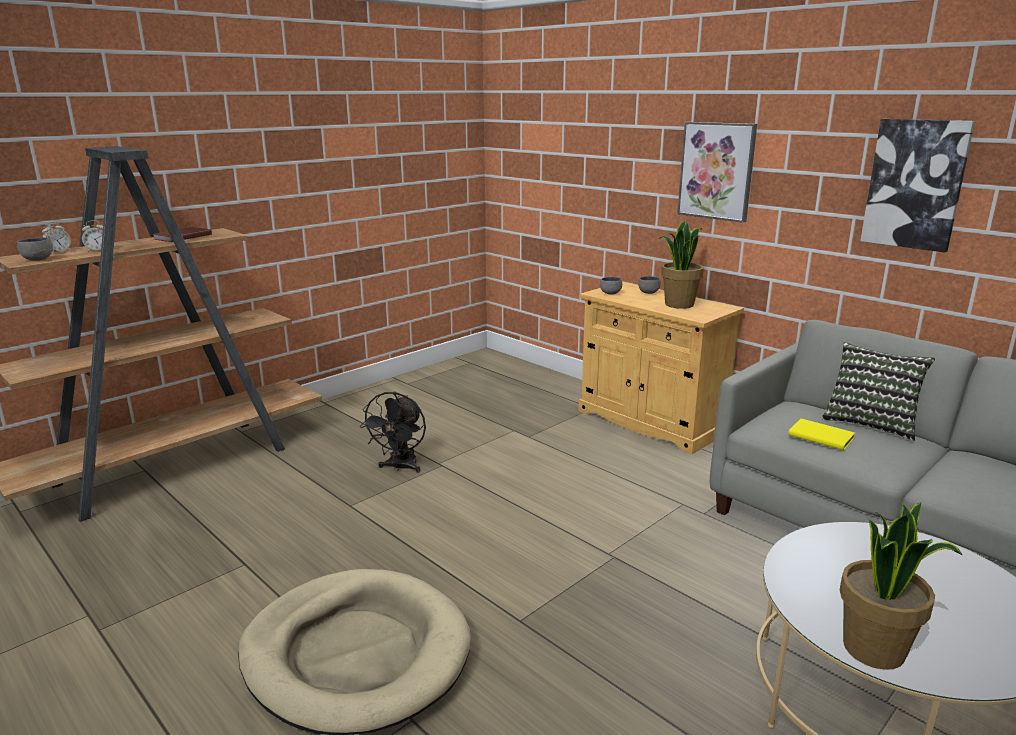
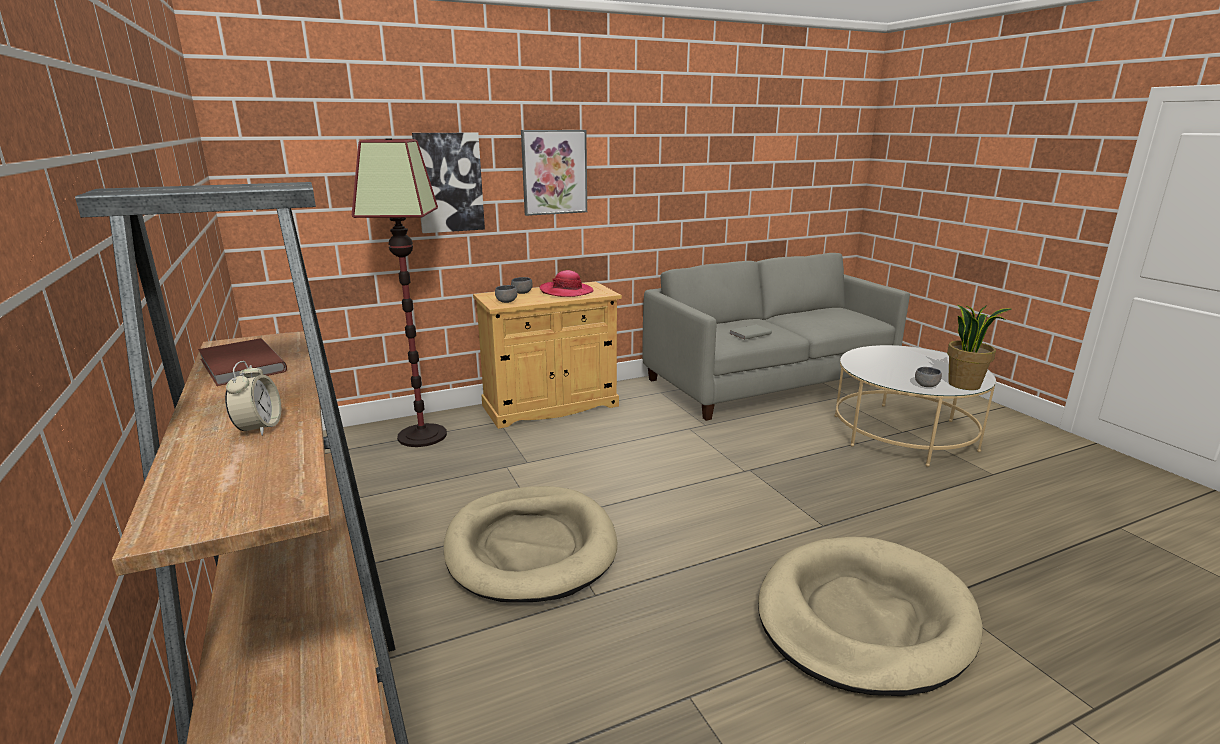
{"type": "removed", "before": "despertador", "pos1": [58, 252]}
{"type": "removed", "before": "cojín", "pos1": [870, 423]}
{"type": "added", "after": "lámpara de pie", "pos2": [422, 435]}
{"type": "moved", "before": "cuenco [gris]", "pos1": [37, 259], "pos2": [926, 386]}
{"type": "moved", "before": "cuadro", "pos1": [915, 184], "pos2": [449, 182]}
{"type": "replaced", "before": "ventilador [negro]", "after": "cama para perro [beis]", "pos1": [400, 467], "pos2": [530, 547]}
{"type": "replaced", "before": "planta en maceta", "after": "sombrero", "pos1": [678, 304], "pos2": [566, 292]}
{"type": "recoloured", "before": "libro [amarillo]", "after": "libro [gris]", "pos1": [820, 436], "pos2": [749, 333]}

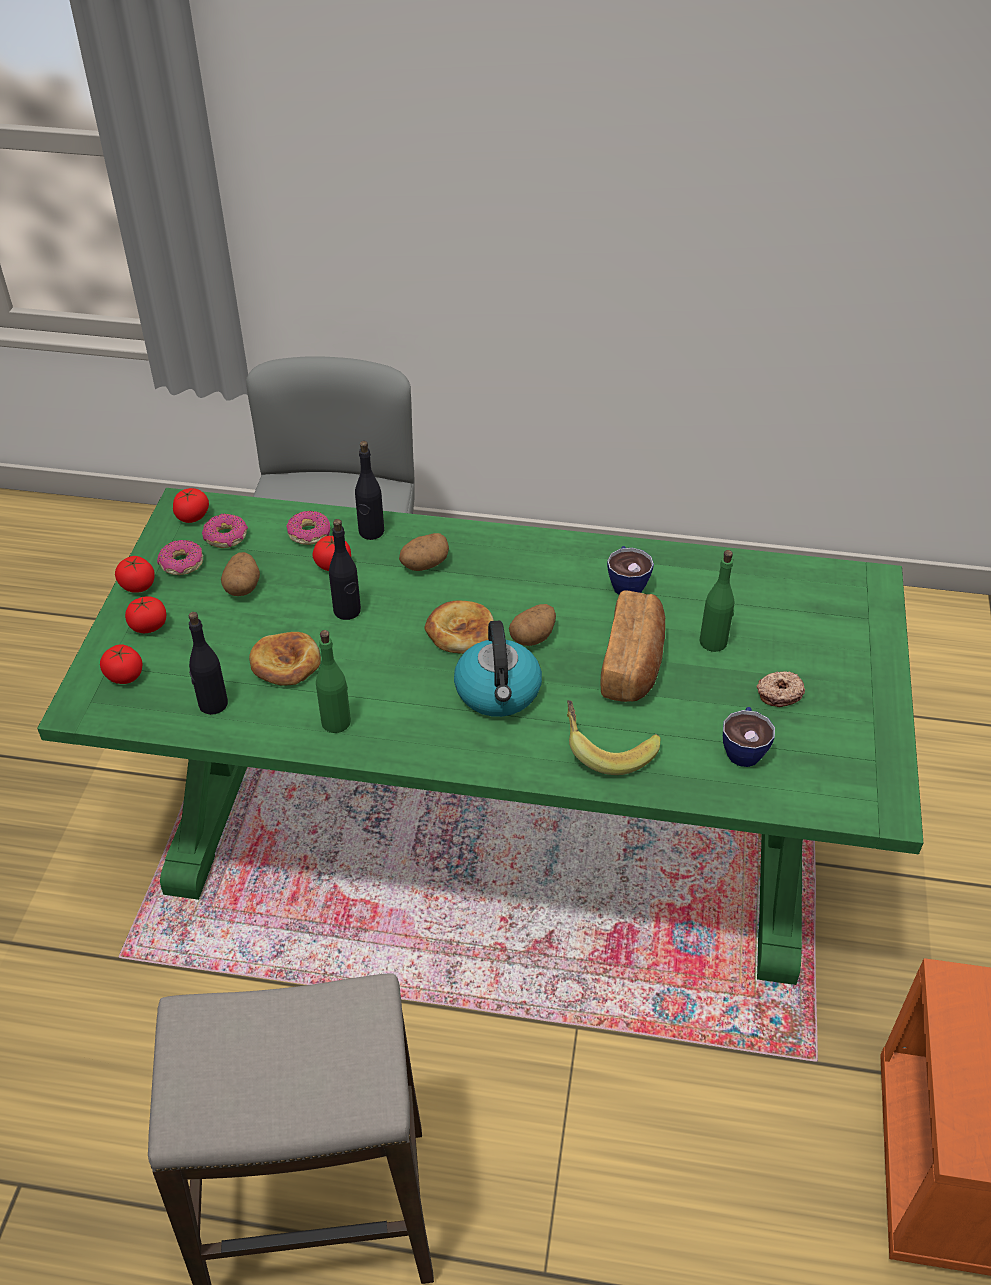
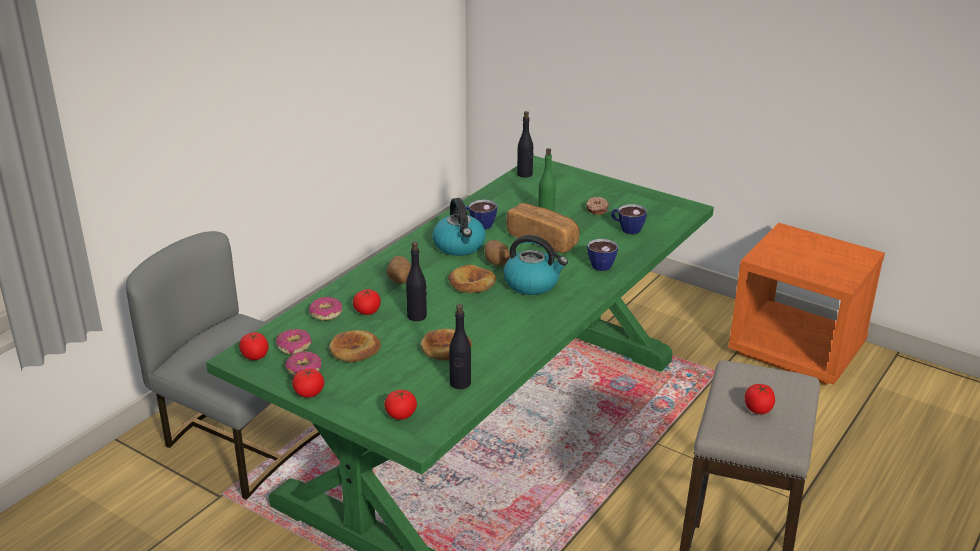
{"type": "removed", "before": "botella [verde]", "pos1": [336, 722]}
{"type": "added", "after": "hervidor", "pos2": [459, 246]}
{"type": "moved", "before": "tomate", "pos1": [149, 626], "pos2": [758, 409]}
{"type": "moved", "before": "botella [negro]", "pos1": [371, 532], "pos2": [525, 174]}
{"type": "replaced", "before": "patata", "after": "pan", "pos1": [242, 586], "pos2": [354, 350]}
{"type": "replaced", "before": "plátano", "after": "taza", "pos1": [607, 748], "pos2": [600, 263]}

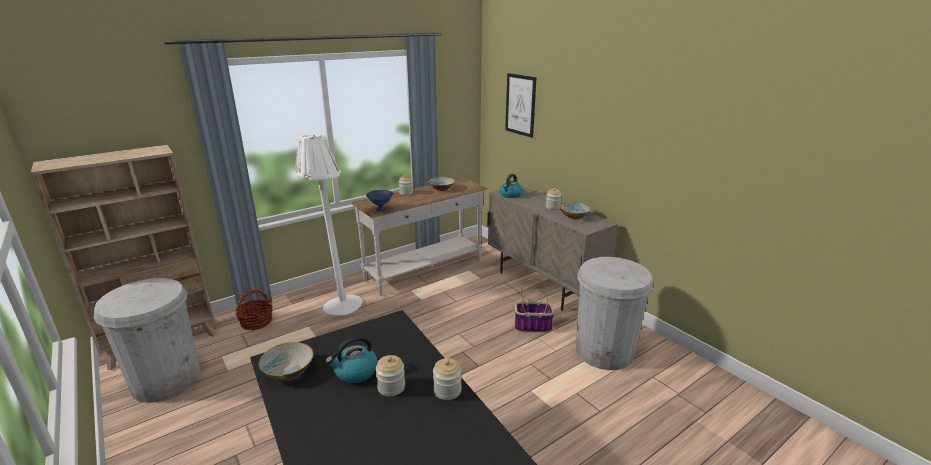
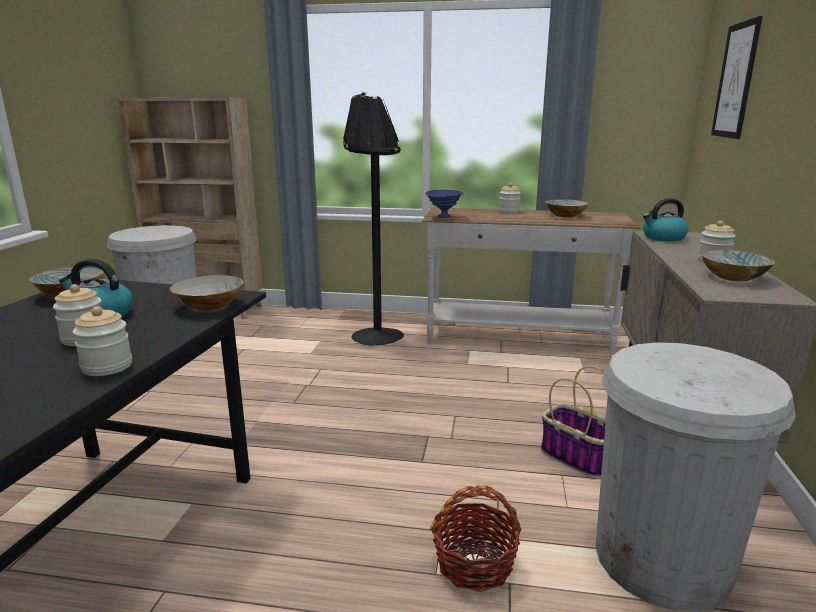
{"type": "added", "after": "cuenco", "pos2": [209, 306]}
{"type": "moved", "before": "cesta", "pos1": [256, 322], "pos2": [475, 563]}
{"type": "recoloured", "before": "lámpara de pie [blanco]", "after": "lámpara de pie [negro]", "pos1": [337, 302], "pos2": [376, 332]}

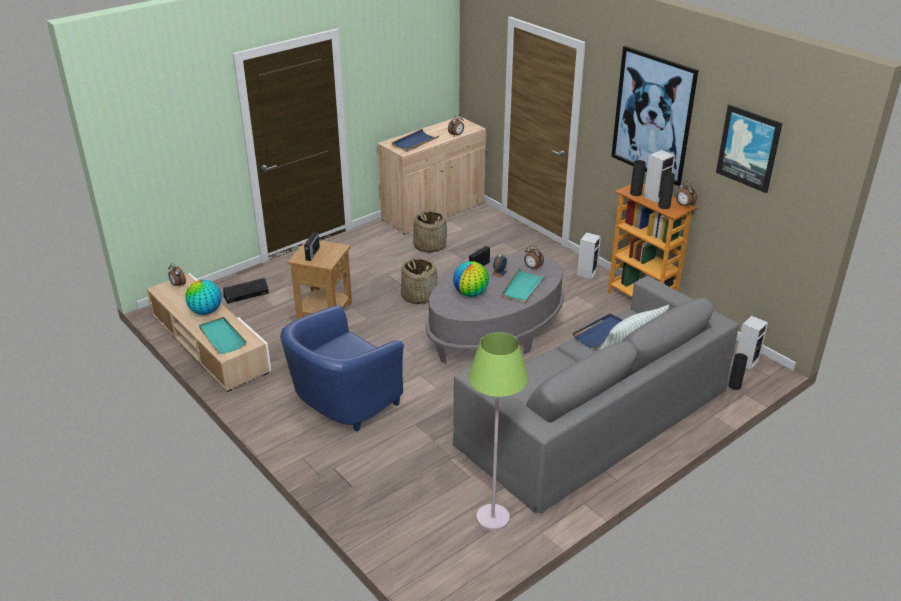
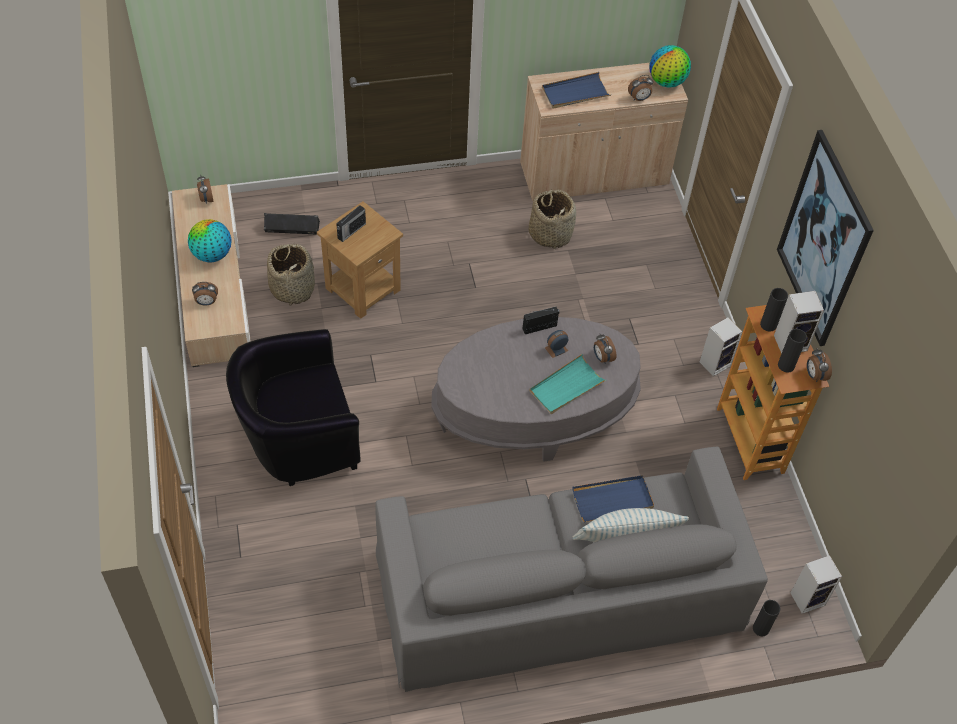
{"type": "removed", "before": "lámpara de pie [verde]", "pos1": [492, 518]}
{"type": "removed", "before": "cuadro", "pos1": [749, 148]}
{"type": "moved", "before": "cesta", "pos1": [419, 296], "pos2": [292, 288]}
{"type": "moved", "before": "globo terráqueo", "pos1": [471, 293], "pos2": [667, 82]}
{"type": "replaced", "before": "bandeja [turquesa]", "after": "despertador", "pos1": [222, 337], "pos2": [206, 302]}
{"type": "recoloured", "before": "sillón [azul]", "after": "sillón [negro]", "pos1": [342, 404], "pos2": [298, 440]}

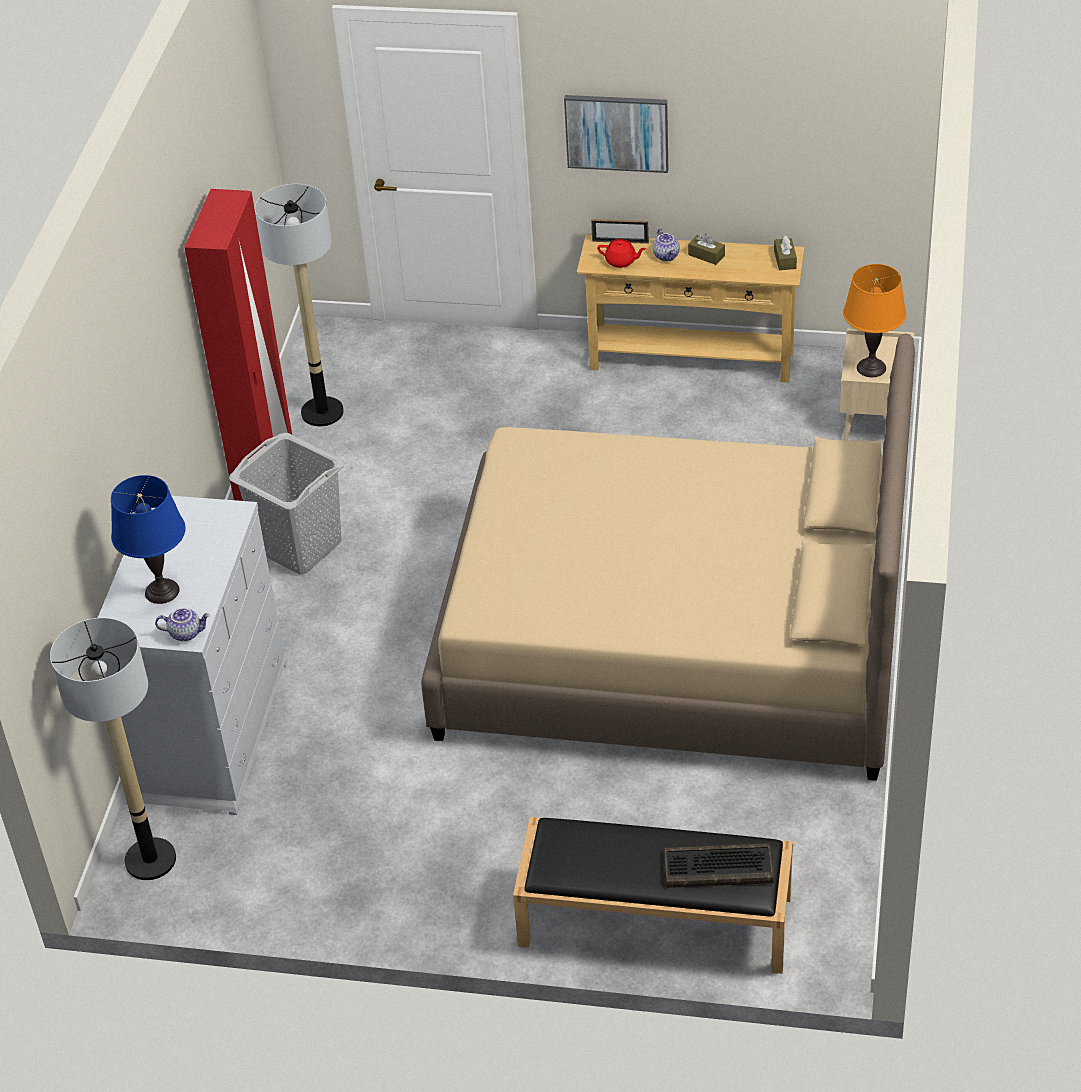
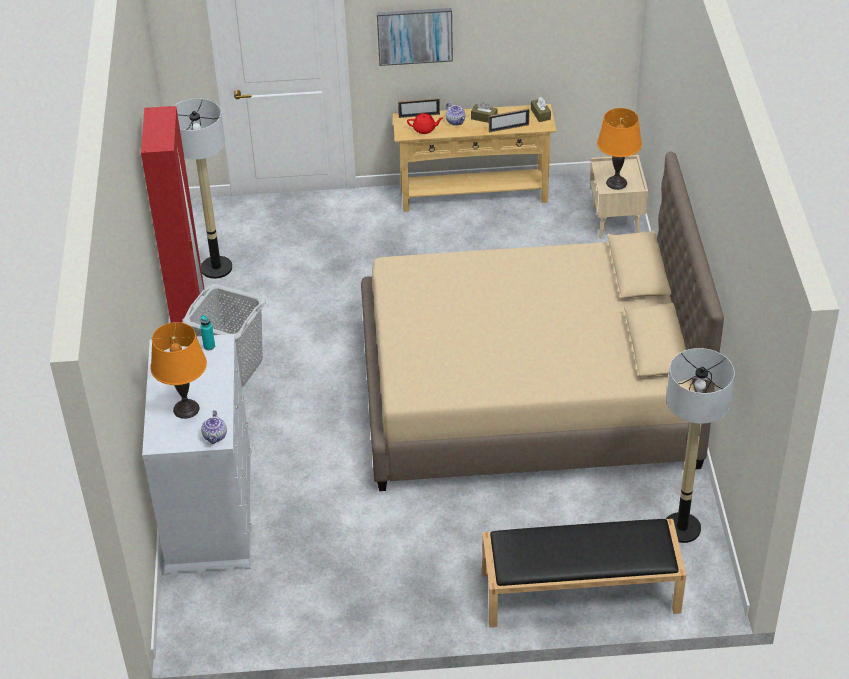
{"type": "removed", "before": "teclado", "pos1": [717, 868]}
{"type": "added", "after": "botella [turquesa]", "pos2": [209, 346]}
{"type": "added", "after": "portarretratos", "pos2": [508, 128]}
{"type": "moved", "before": "lámpara de pie", "pos1": [150, 859], "pos2": [682, 528]}
{"type": "recoloured", "before": "lámpara de mesa [azul]", "after": "lámpara de mesa [naranja]", "pos1": [162, 591], "pos2": [186, 409]}
{"type": "turned", "before": "tetera", "pos1": [186, 633], "pos2": [215, 436], "turn": 105}

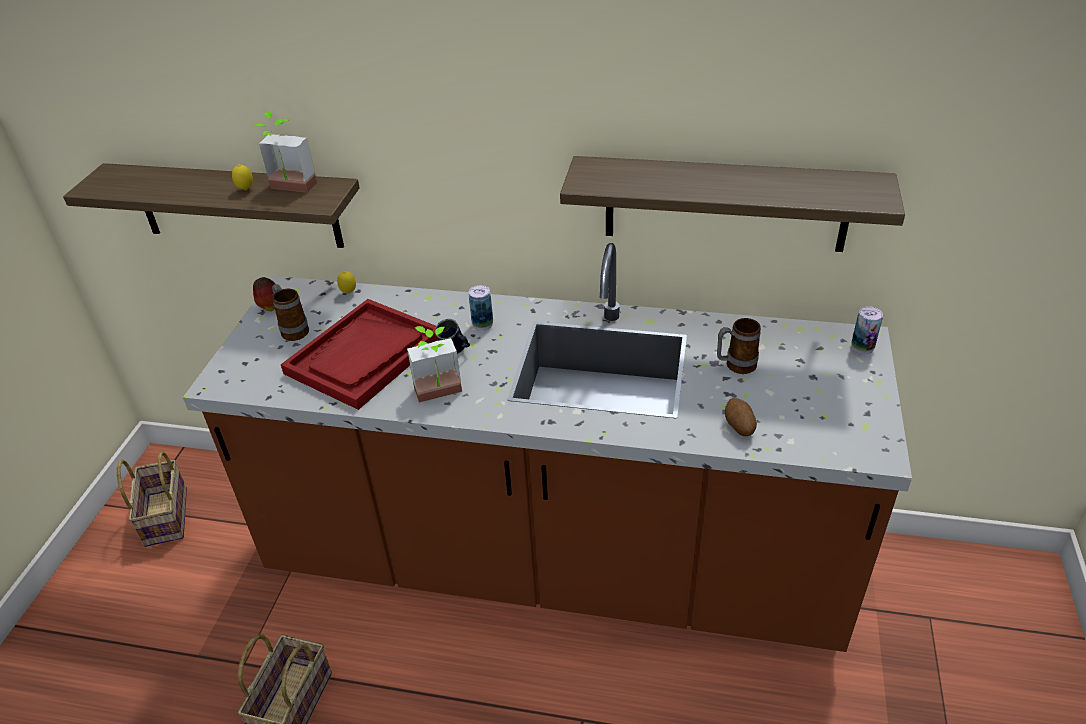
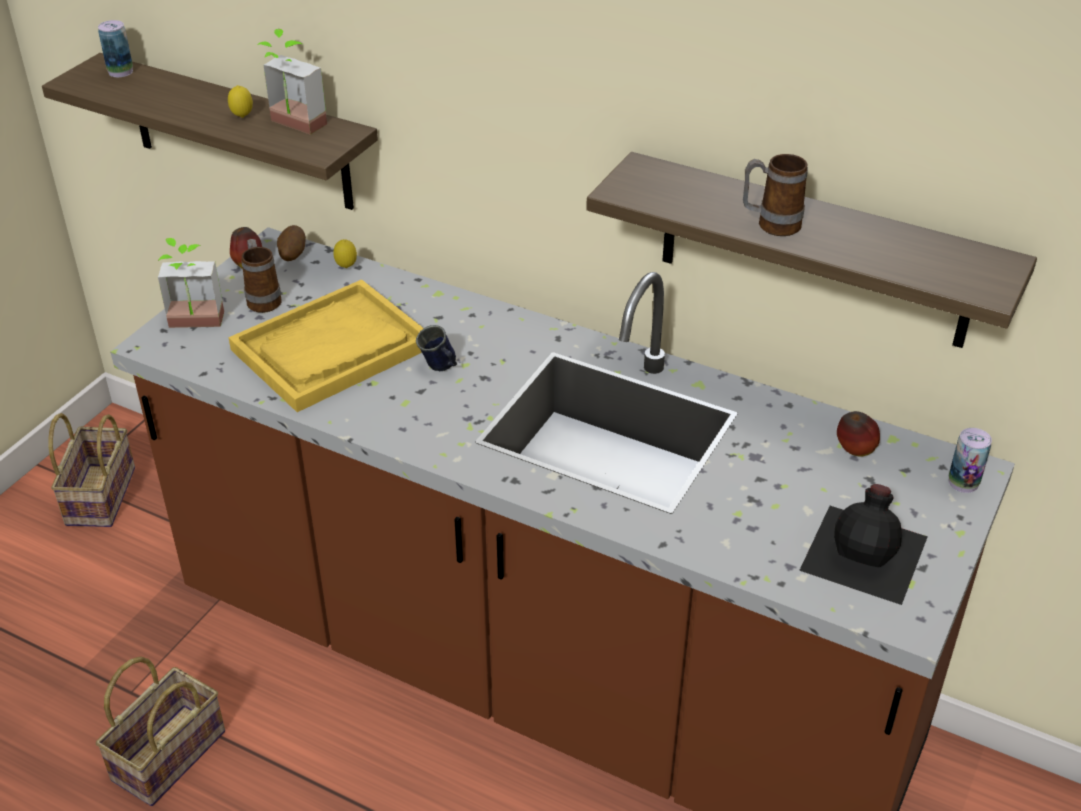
{"type": "added", "after": "botella [negro]", "pos2": [866, 552]}
{"type": "added", "after": "manzana", "pos2": [854, 452]}
{"type": "moved", "before": "planta en maceta", "pos1": [440, 396], "pos2": [195, 326]}
{"type": "moved", "before": "lata", "pos1": [482, 324], "pos2": [120, 72]}
{"type": "moved", "before": "taza grande", "pos1": [735, 366], "pos2": [770, 225]}
{"type": "moved", "before": "patata", "pos1": [739, 427], "pos2": [292, 255]}
{"type": "recoloured", "before": "bandeja [rojo]", "after": "bandeja [amarillo]", "pos1": [364, 356], "pos2": [331, 349]}

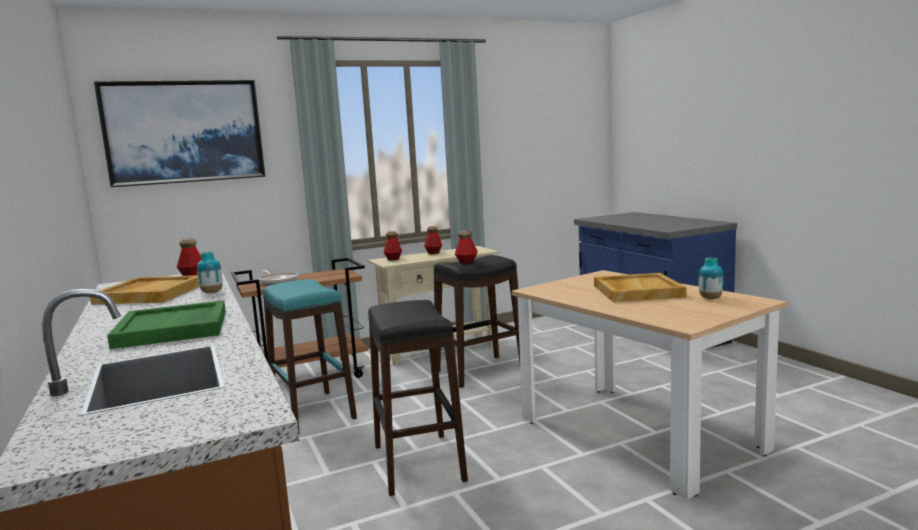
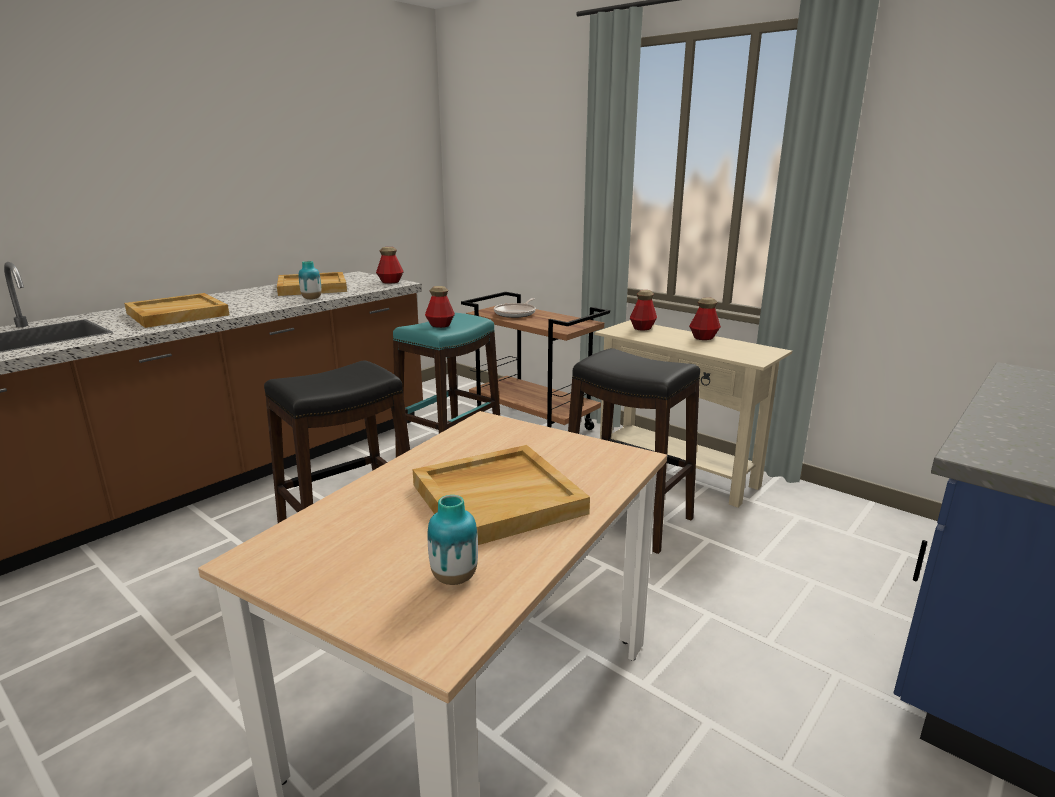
{"type": "removed", "before": "cuadro", "pos1": [184, 132]}
{"type": "moved", "before": "botella", "pos1": [466, 261], "pos2": [440, 325]}
{"type": "recoloured", "before": "bandeja [verde]", "after": "bandeja [beis]", "pos1": [173, 329], "pos2": [177, 314]}

